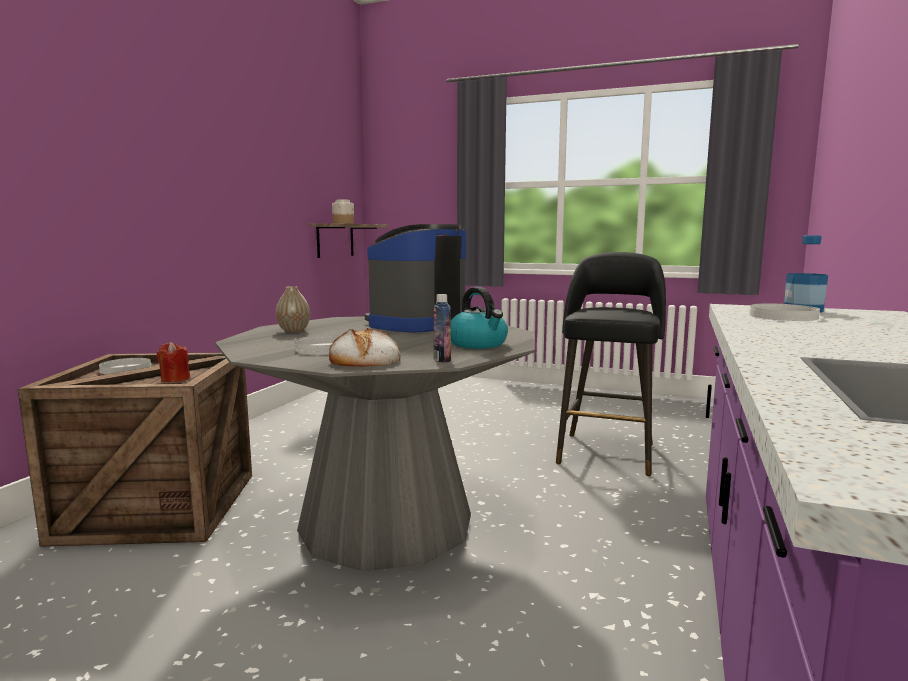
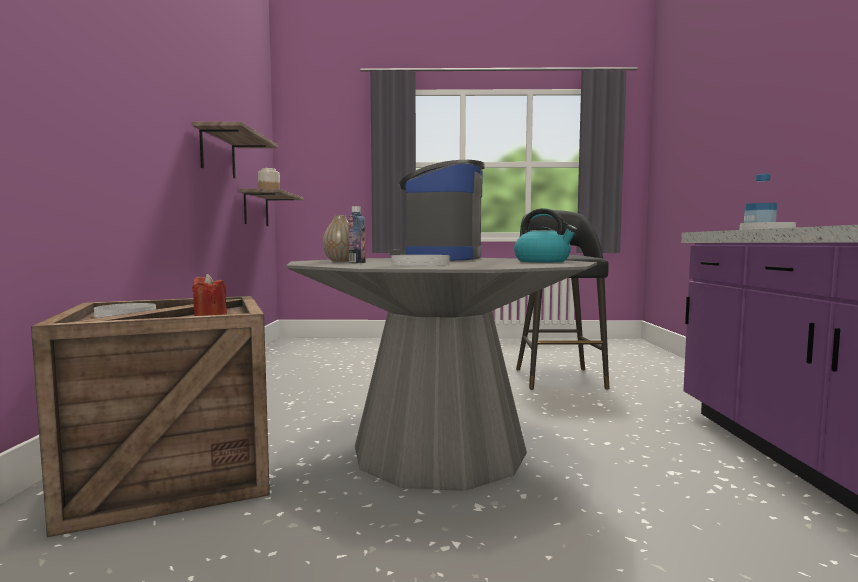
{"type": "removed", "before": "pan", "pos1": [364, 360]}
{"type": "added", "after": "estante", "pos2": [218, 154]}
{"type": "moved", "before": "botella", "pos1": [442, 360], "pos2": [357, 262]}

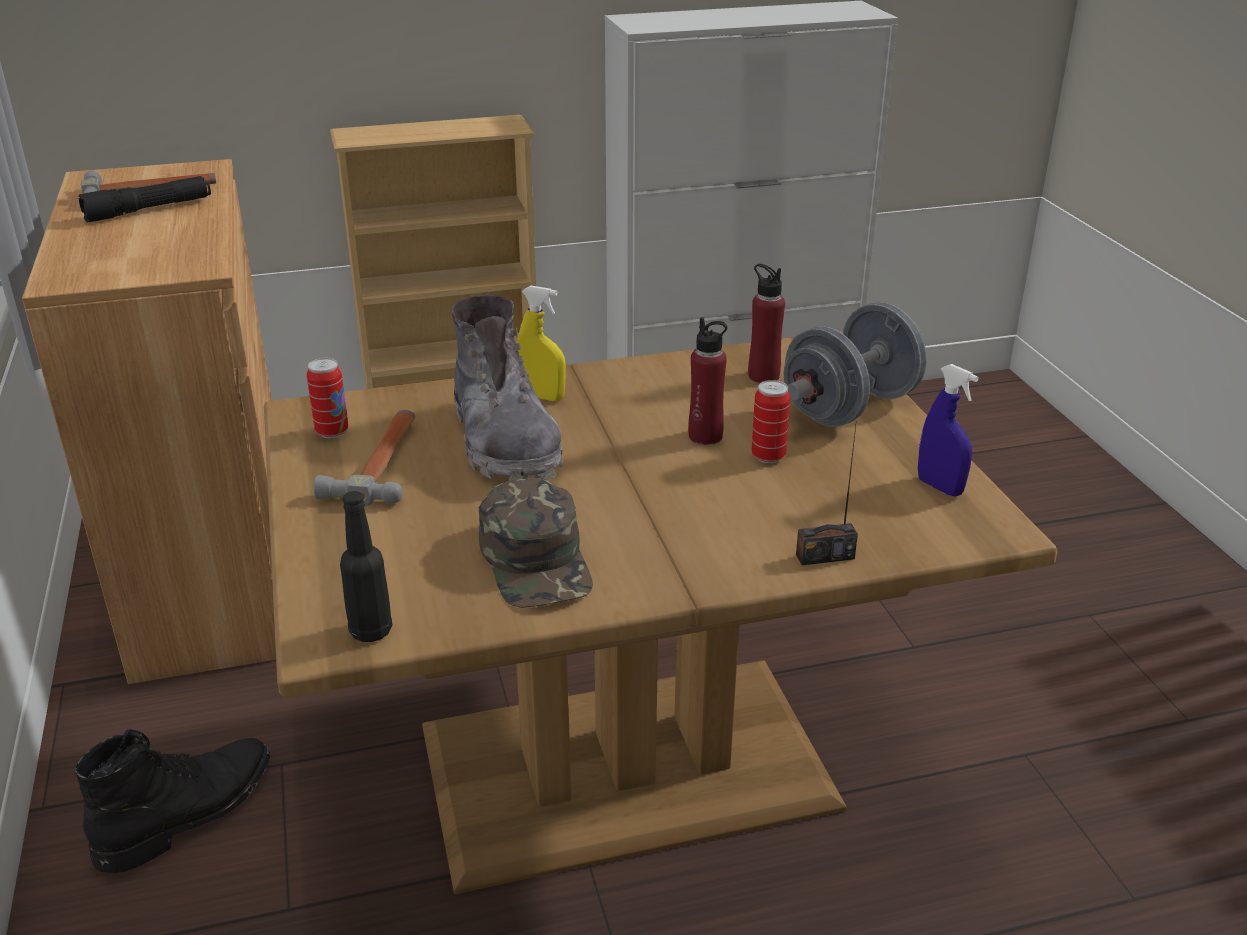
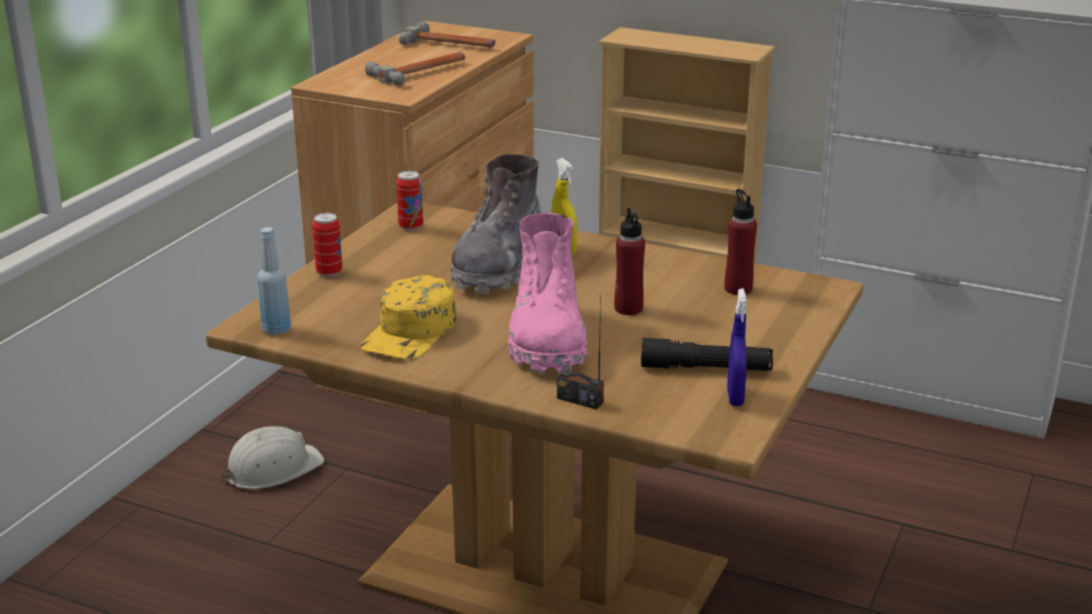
{"type": "removed", "before": "mancuerna [gris]", "pos1": [850, 407]}
{"type": "added", "after": "bota [rosa]", "pos2": [547, 340]}
{"type": "moved", "before": "linterna [negro]", "pos1": [149, 210], "pos2": [706, 368]}
{"type": "moved", "before": "martillo", "pos1": [382, 463], "pos2": [421, 72]}
{"type": "moved", "before": "lata", "pos1": [768, 456], "pos2": [329, 272]}
{"type": "replaced", "before": "bota [negro]", "after": "casco [blanco]", "pos1": [188, 812], "pos2": [272, 469]}
{"type": "recoloured", "before": "botella [negro]", "after": "botella [azul]", "pos1": [371, 631], "pos2": [276, 329]}
{"type": "recoloured", "before": "gorra [verde]", "after": "gorra [amarillo]", "pos1": [537, 560], "pos2": [411, 332]}

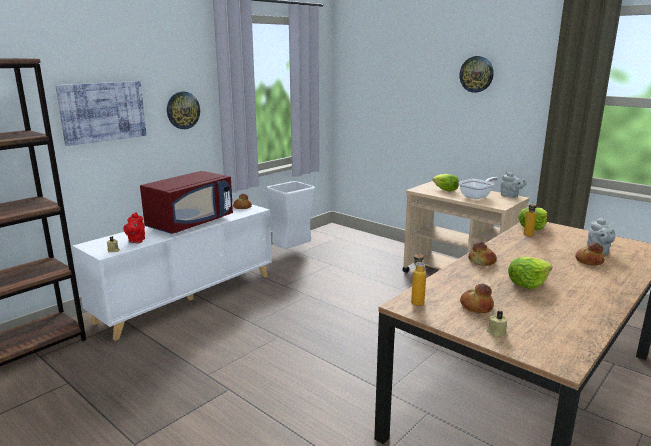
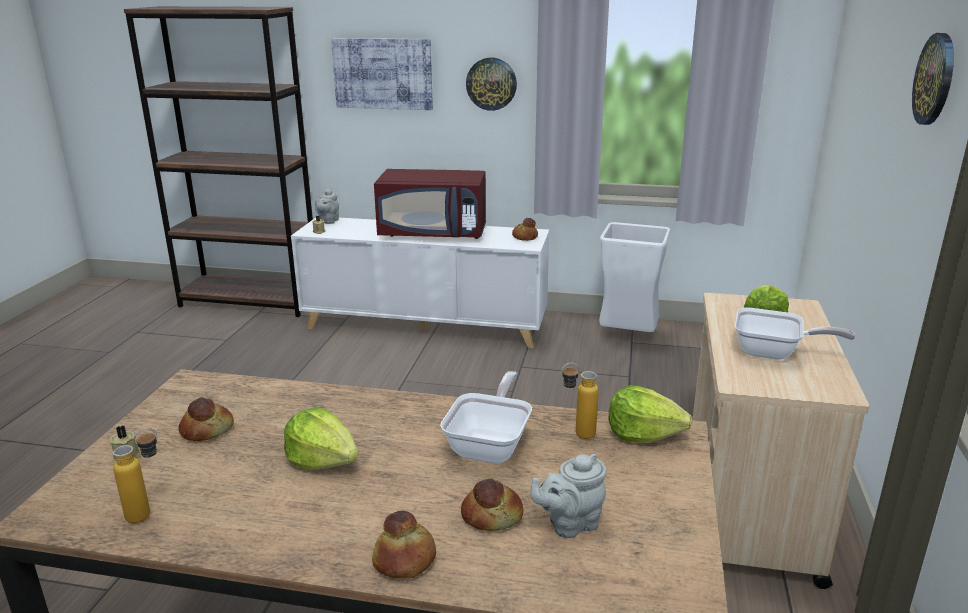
{"type": "removed", "before": "tetera [rojo]", "pos1": [136, 241]}
{"type": "added", "after": "sartén", "pos2": [491, 445]}
{"type": "moved", "before": "botella", "pos1": [416, 301], "pos2": [149, 513]}
{"type": "moved", "before": "pan", "pos1": [482, 261], "pos2": [405, 559]}
{"type": "moved", "before": "tetera [gris]", "pos1": [510, 196], "pos2": [328, 221]}

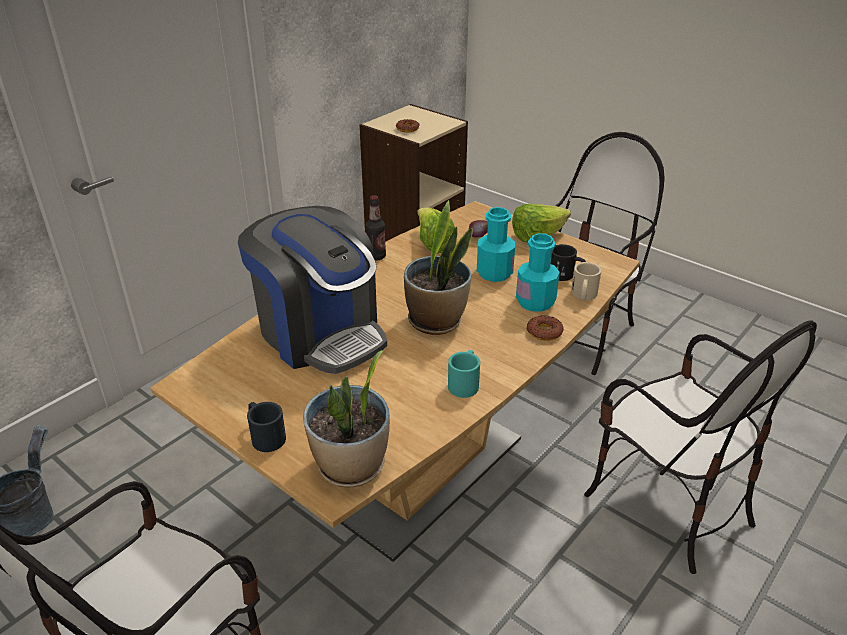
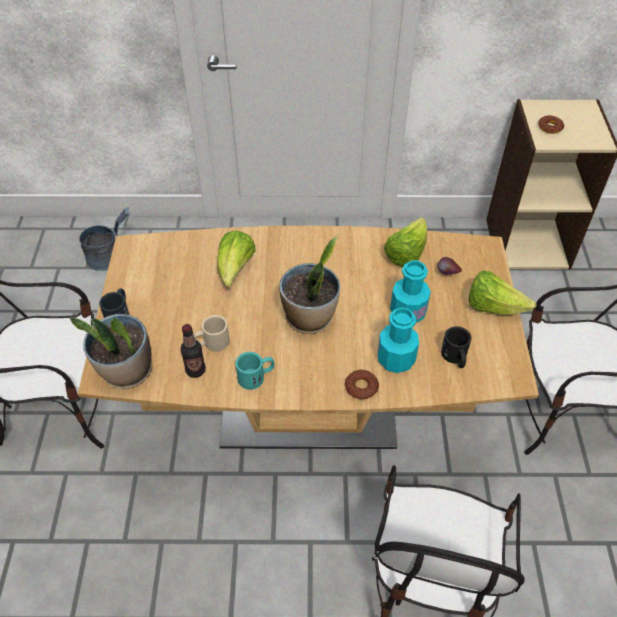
{"type": "moved", "before": "botella", "pos1": [376, 256], "pos2": [195, 370]}
{"type": "moved", "before": "taza grande [beis]", "pos1": [583, 296], "pos2": [211, 343]}
{"type": "replaced", "before": "cafetera", "after": "lechuga", "pos1": [320, 333], "pos2": [235, 270]}

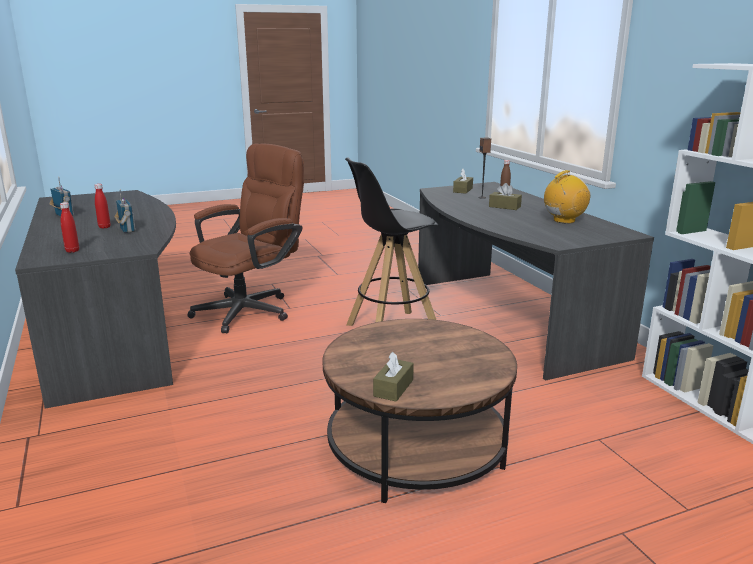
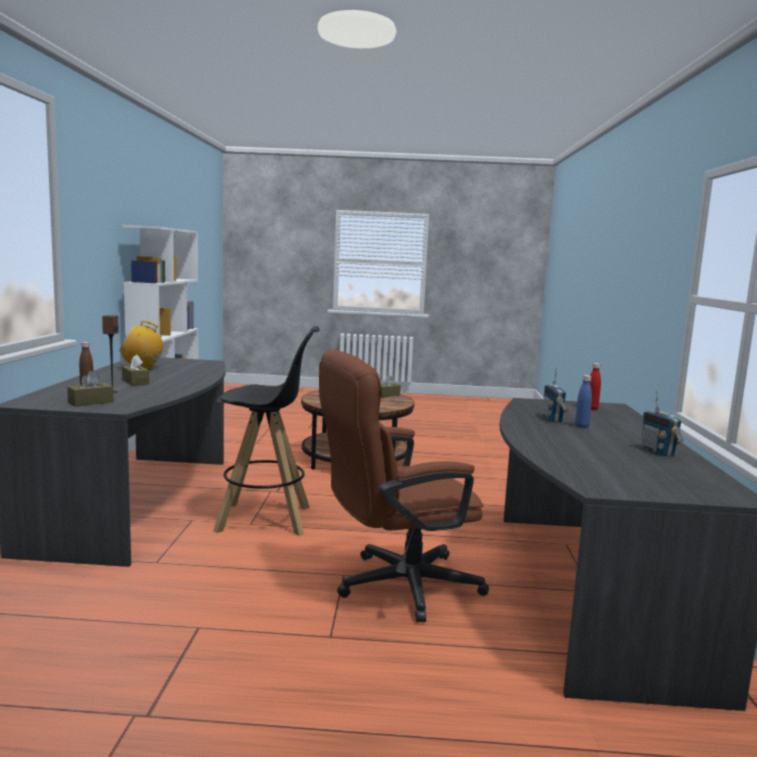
{"type": "recoloured", "before": "botella [rojo]", "after": "botella [azul]", "pos1": [104, 227], "pos2": [581, 426]}

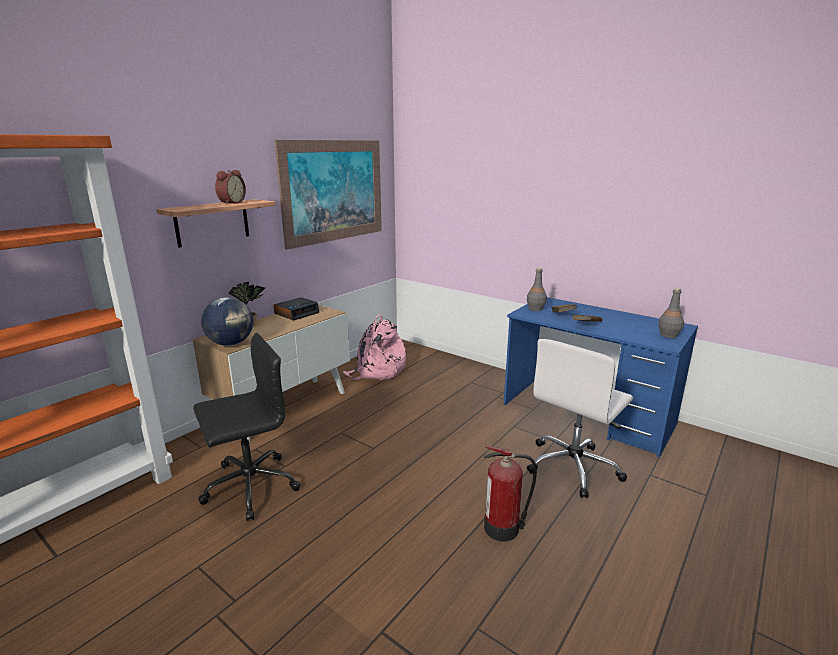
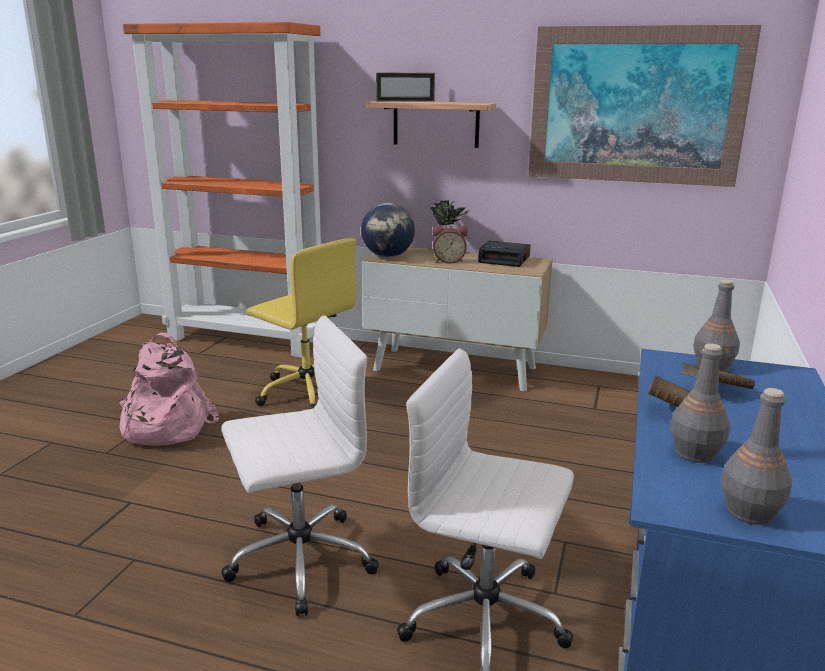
{"type": "added", "after": "portarretratos", "pos2": [405, 101]}
{"type": "added", "after": "botella [gris]", "pos2": [694, 453]}
{"type": "moved", "before": "despertador", "pos1": [231, 203], "pos2": [449, 261]}
{"type": "moved", "before": "mochila [rosa]", "pos1": [377, 371], "pos2": [163, 427]}
{"type": "replaced", "before": "extintor", "after": "silla de oficina [blanco]", "pos1": [503, 528], "pos2": [298, 560]}
{"type": "recoloured", "before": "silla de oficina [negro]", "after": "silla de oficina [amarillo]", "pos1": [249, 486], "pos2": [306, 391]}

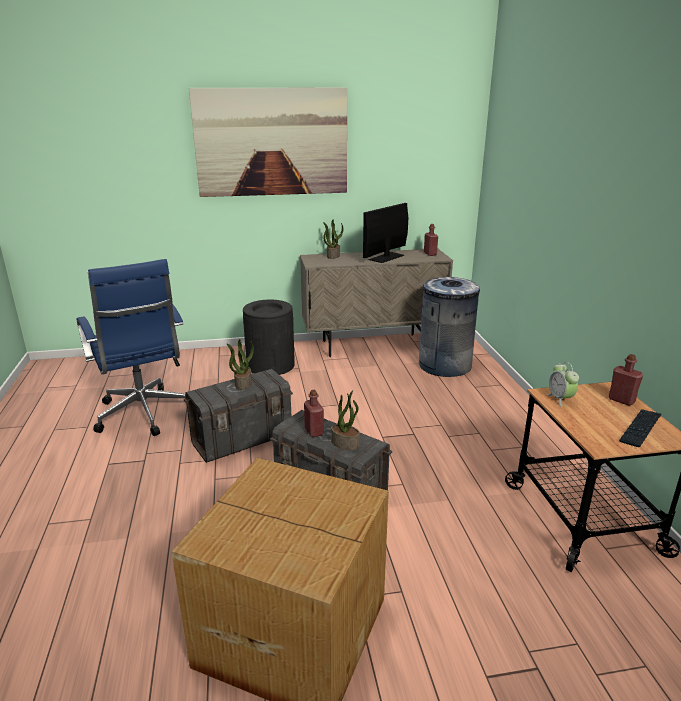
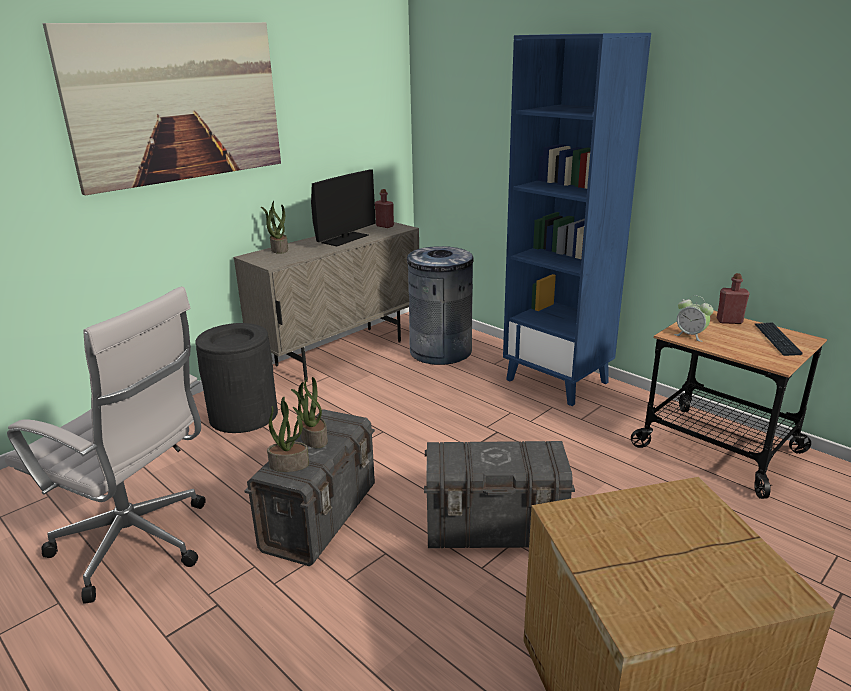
{"type": "removed", "before": "botella [rojo]", "pos1": [314, 431]}
{"type": "added", "after": "estantería [azul]", "pos2": [558, 381]}
{"type": "moved", "before": "planta en maceta", "pos1": [345, 443], "pos2": [290, 464]}
{"type": "recoloured", "before": "silla de oficina [azul]", "after": "silla de oficina [blanco]", "pos1": [144, 415], "pos2": [138, 546]}
{"type": "turned", "before": "monitor", "pos1": [386, 257], "pos2": [345, 239], "turn": -150}

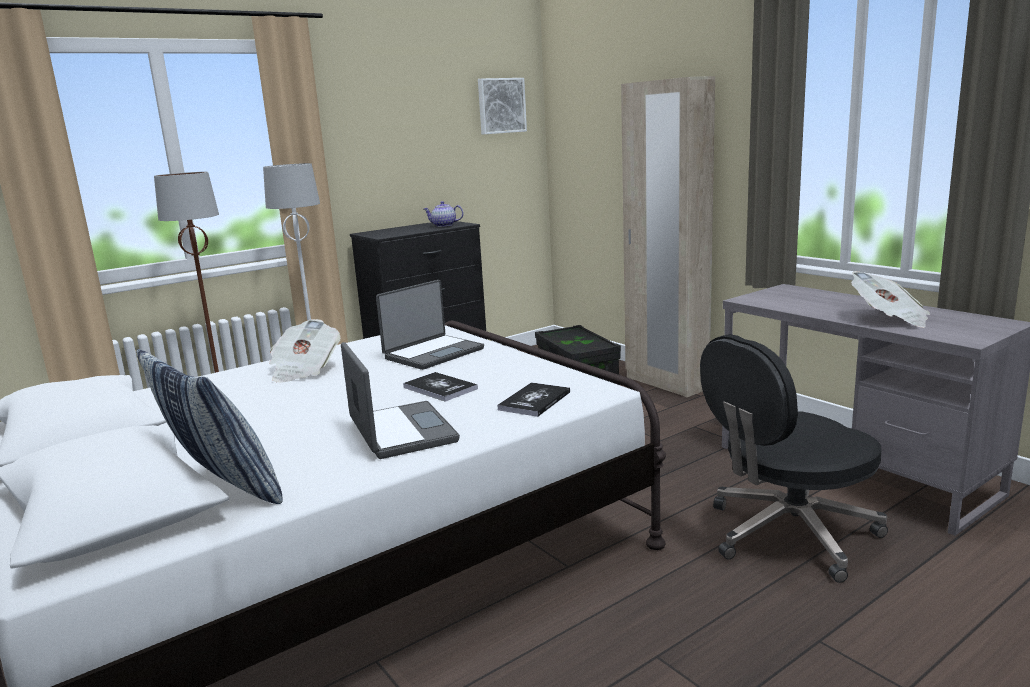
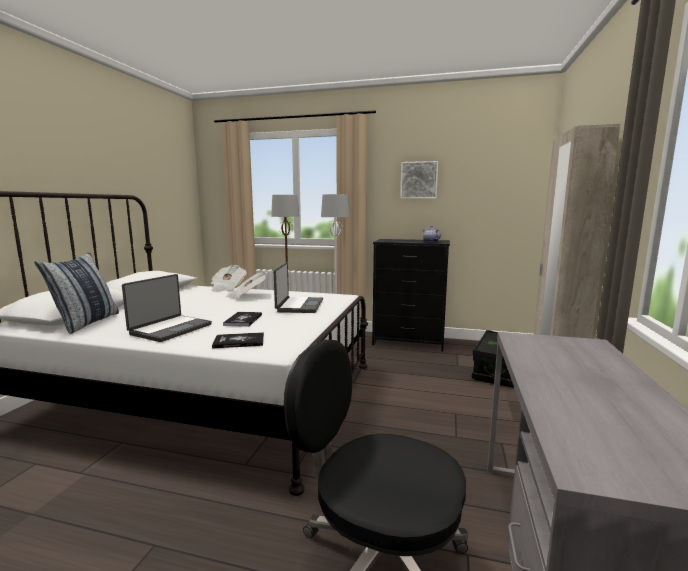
{"type": "moved", "before": "cuadro", "pos1": [501, 106], "pos2": [419, 180]}
{"type": "moved", "before": "periódico", "pos1": [889, 319], "pos2": [227, 288]}
{"type": "turned", "before": "portátil", "pos1": [433, 353], "pos2": [299, 306], "turn": -90}

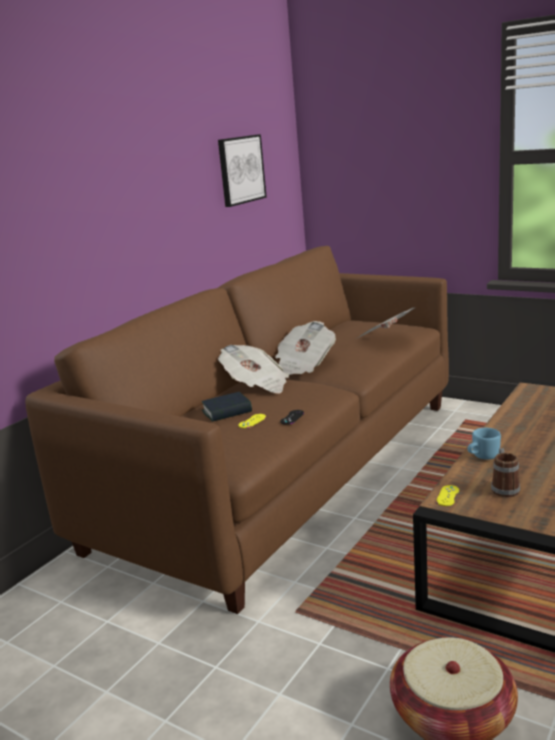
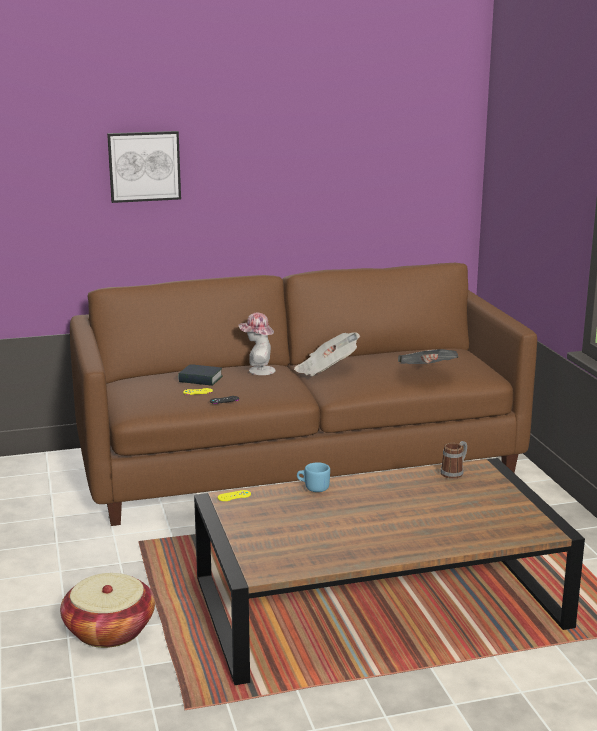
{"type": "moved", "before": "cuadro", "pos1": [241, 170], "pos2": [144, 166]}
{"type": "moved", "before": "taza grande", "pos1": [504, 488], "pos2": [454, 472]}
{"type": "replaced", "before": "periódico", "after": "sombrero", "pos1": [256, 385], "pos2": [258, 370]}

